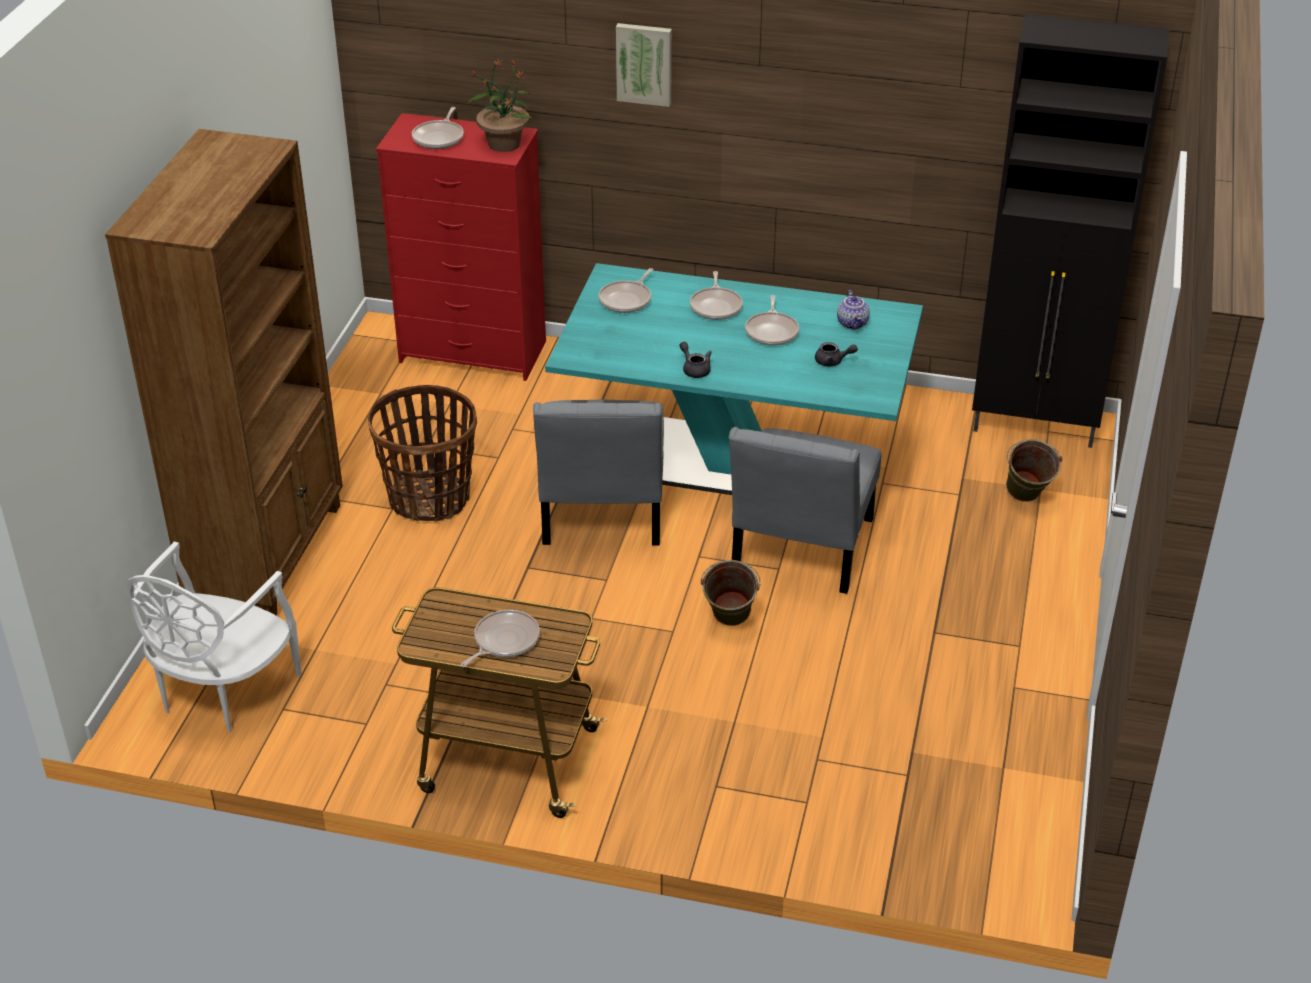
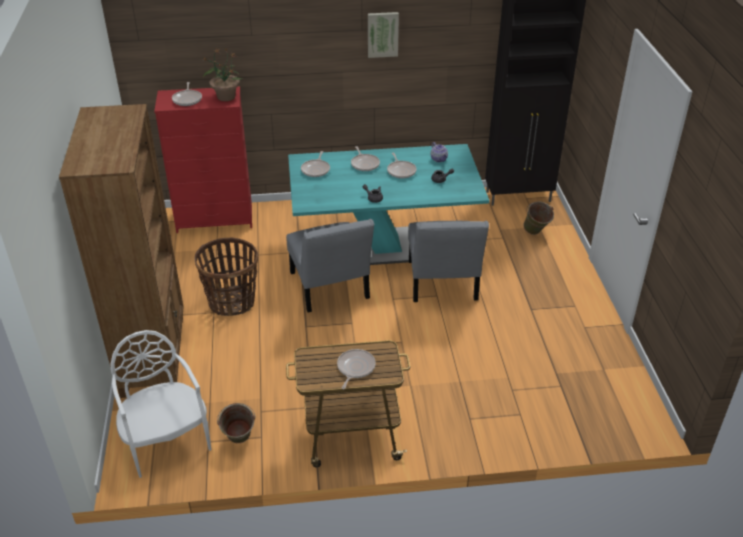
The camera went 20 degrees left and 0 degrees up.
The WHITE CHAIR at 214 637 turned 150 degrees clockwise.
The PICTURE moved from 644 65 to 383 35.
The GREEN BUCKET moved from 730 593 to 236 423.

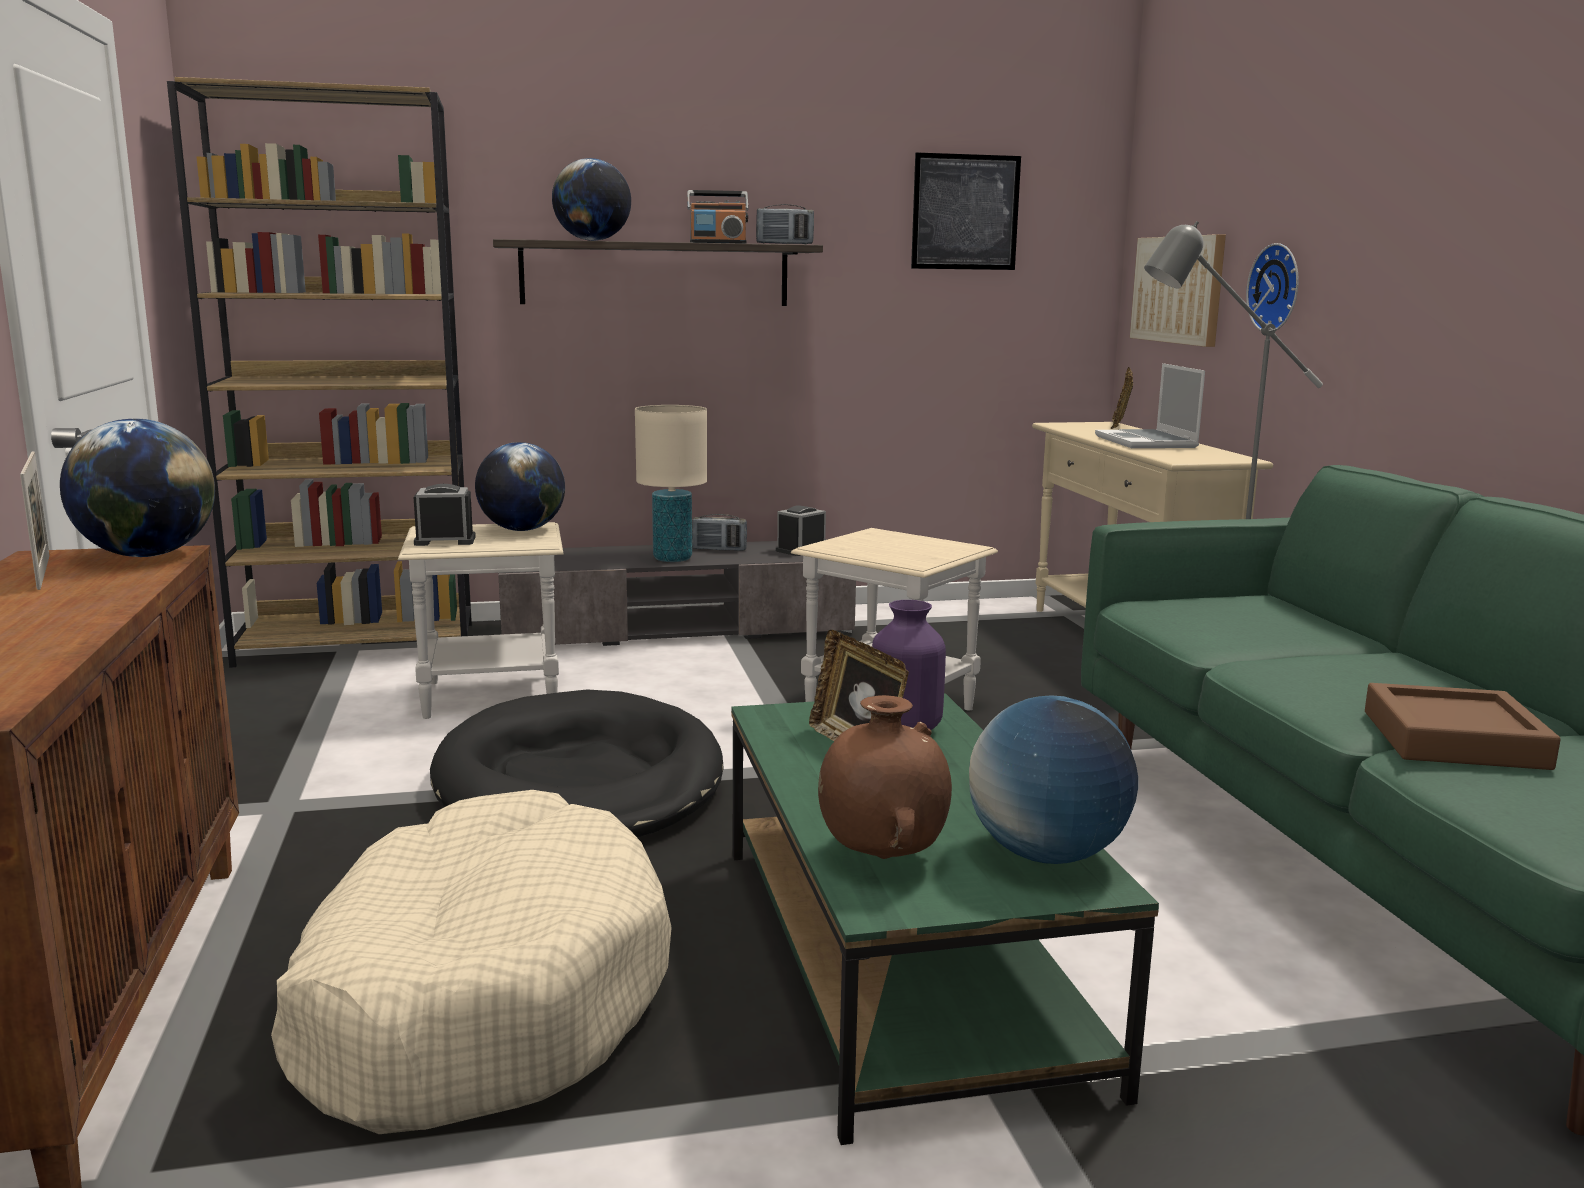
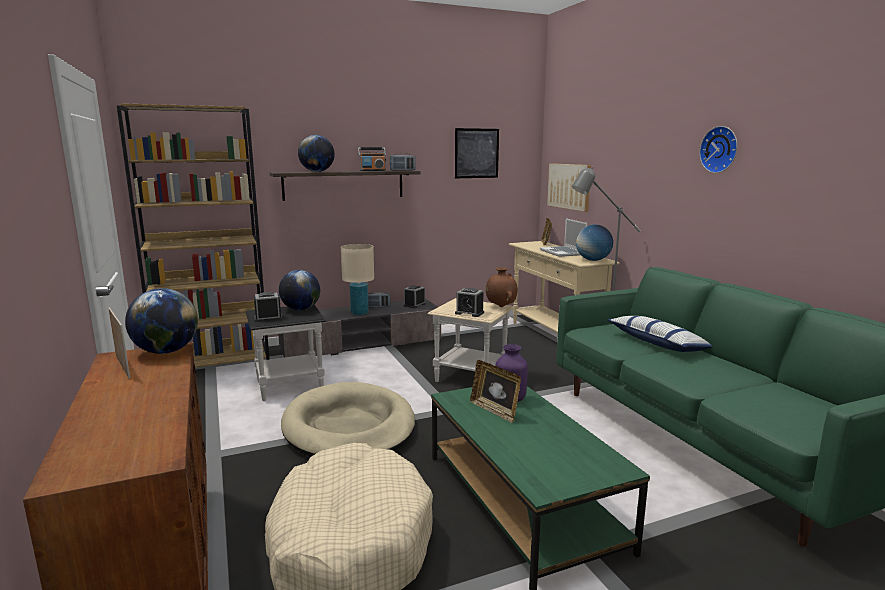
The camera went 10 degrees left and 0 degrees up.
The BEIGE SIDE TABLE at 481 620 became the BLACK SIDE TABLE at 286 353.
The BLACK DOG BED at 577 763 became the BEIGE DOG BED at 348 419.
The BROWN VASE moved from 885 777 to 502 287.
The GLOBE moved from 1053 779 to 594 242.
The WALL CLOCK moved from 1272 287 to 718 149.
The BROWN TRAY at 1463 726 disappeared.
The ALARM CLOCK at 469 302 appeared.
The PILLOW at 660 334 appeared.

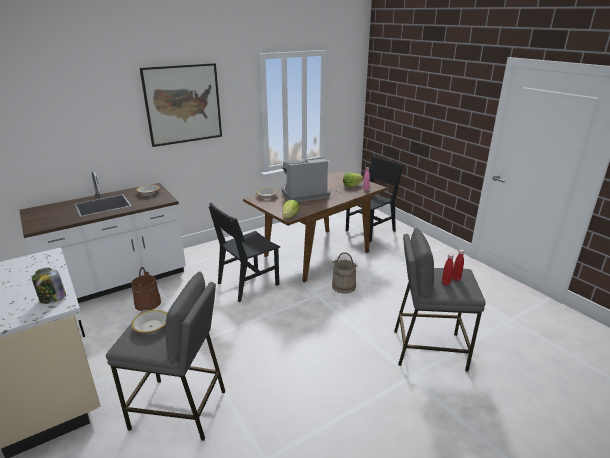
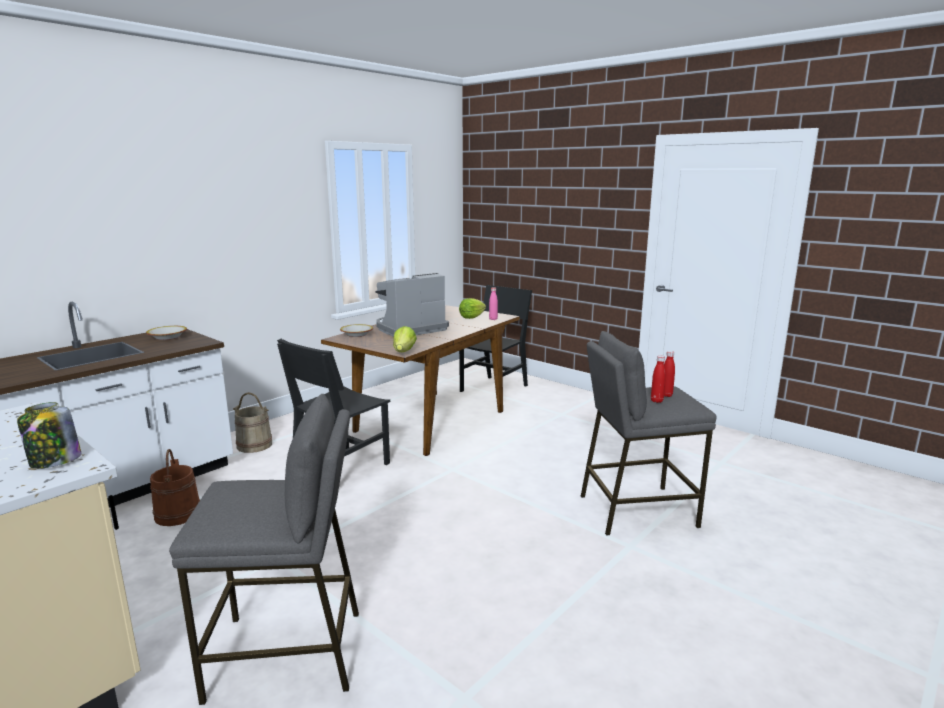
The camera went 15 degrees left and 10 degrees down.
The BOWL at 149 321 disappeared.
The PICTURE at 181 105 disappeared.
The BEIGE BUCKET moved from 345 273 to 252 422.

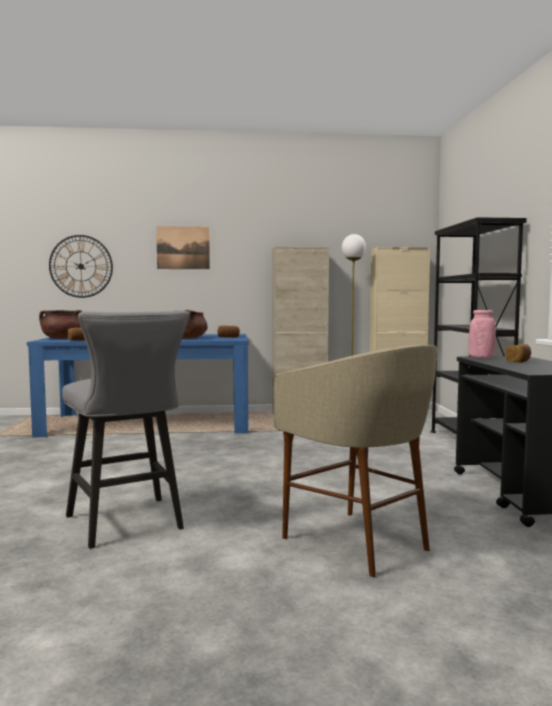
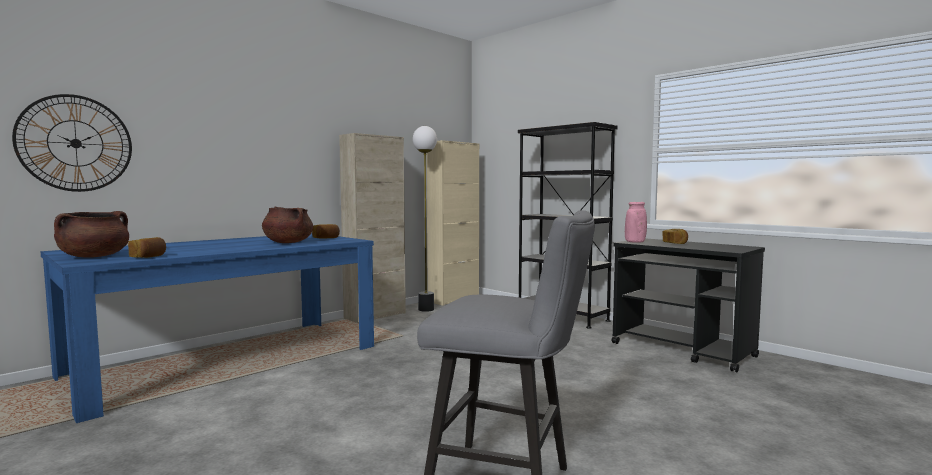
The camera went 40 degrees left and 0 degrees up.
The PICTURE at 183 247 disappeared.
The BEIGE STOOL at 355 461 disappeared.

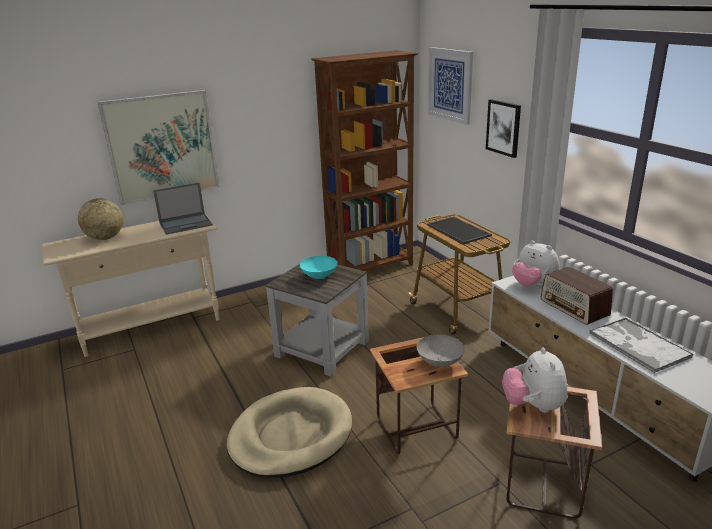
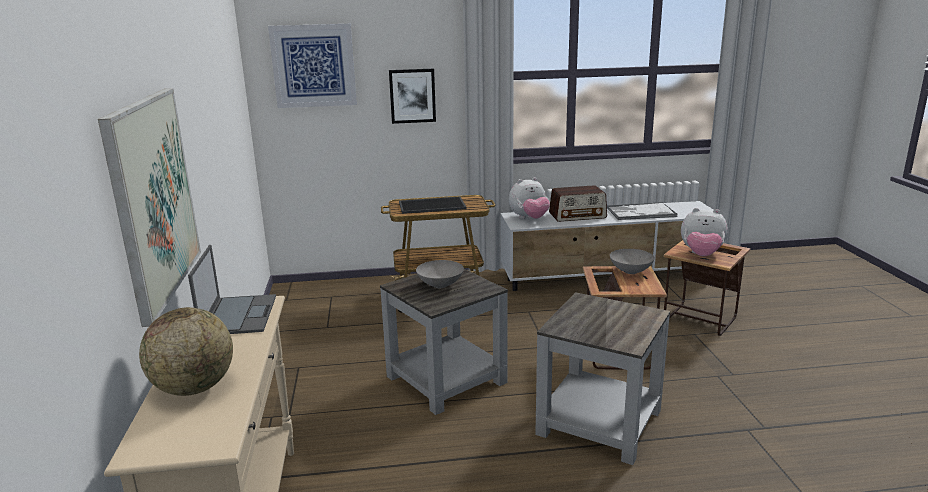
The camera went 70 degrees left and 5 degrees down.
The BEIGE DOG BED at 289 432 was replaced by the GREY SIDE TABLE at 602 378.
The TURQUOISE BOWL at 318 267 became the GREY BOWL at 440 274.
The BROWN BOOKCASE at 365 160 disappeared.

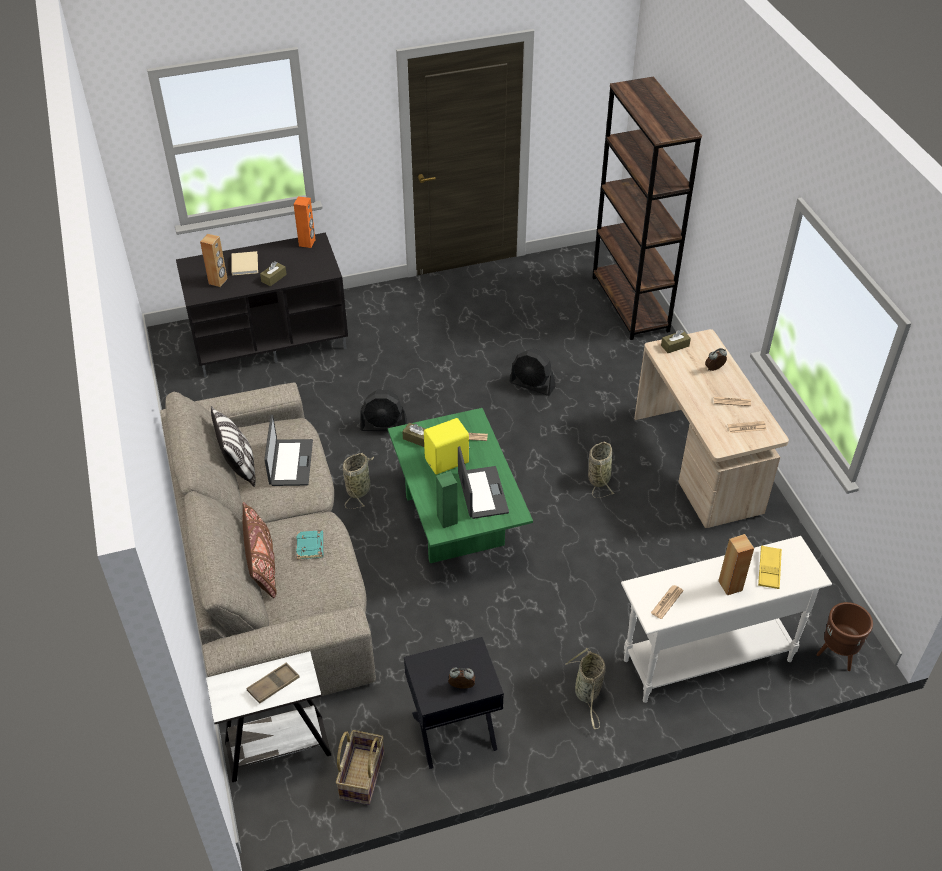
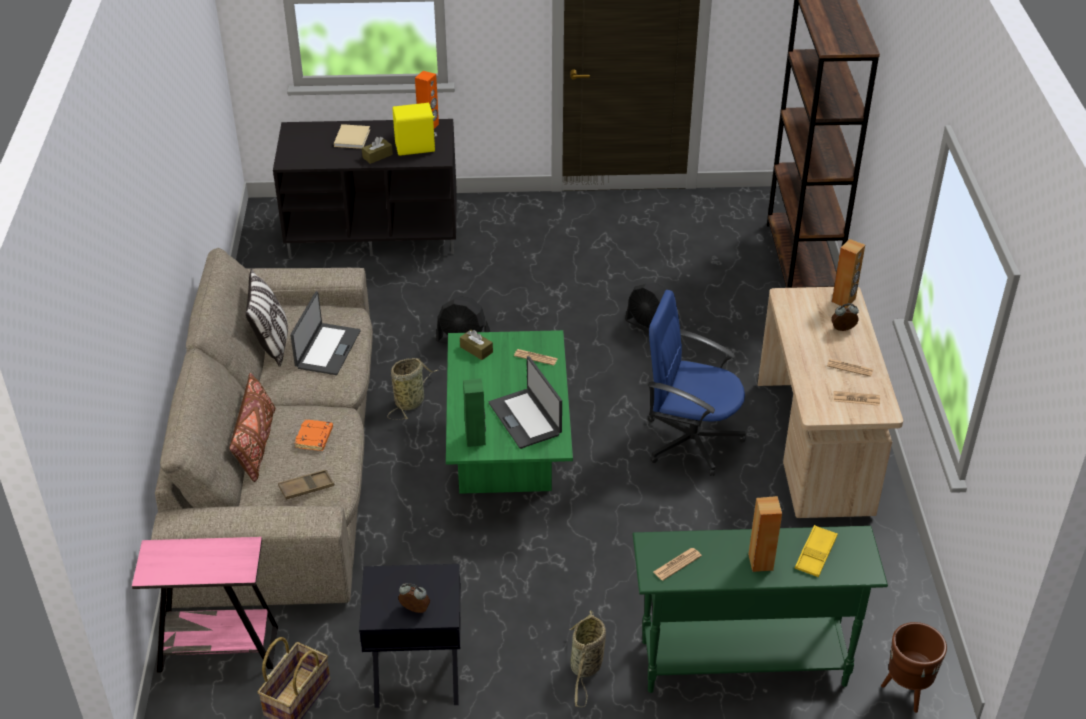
The camera went 15 degrees right and 5 degrees down.
The BROWN SPEAKER moved from 214 260 to 848 273.
The WHITE SIDE TABLE at 268 716 became the PINK SIDE TABLE at 205 605.
The BROWN TRAY moved from 273 683 to 306 485.
The TURQUOISE BOOK at 309 544 became the ORANGE BOOK at 313 435.
The YELLOW SPEAKER moved from 447 446 to 414 129.
The LAPTOP at 483 482 turned 150 degrees clockwise.
The BASKET at 601 469 was replaced by the BLUE OFFICE CHAIR at 697 383.
The WHITE CONSOLE TABLE at 726 619 became the GREEN CONSOLE TABLE at 760 609.
The BROWN TISSUE BOX at 676 341 disappeared.

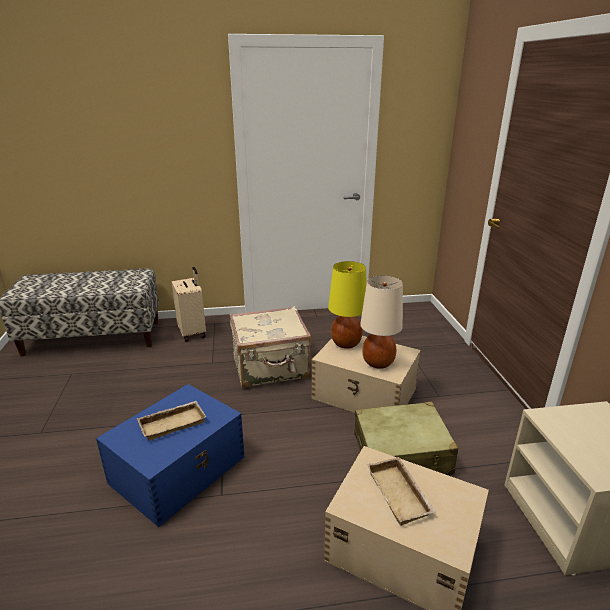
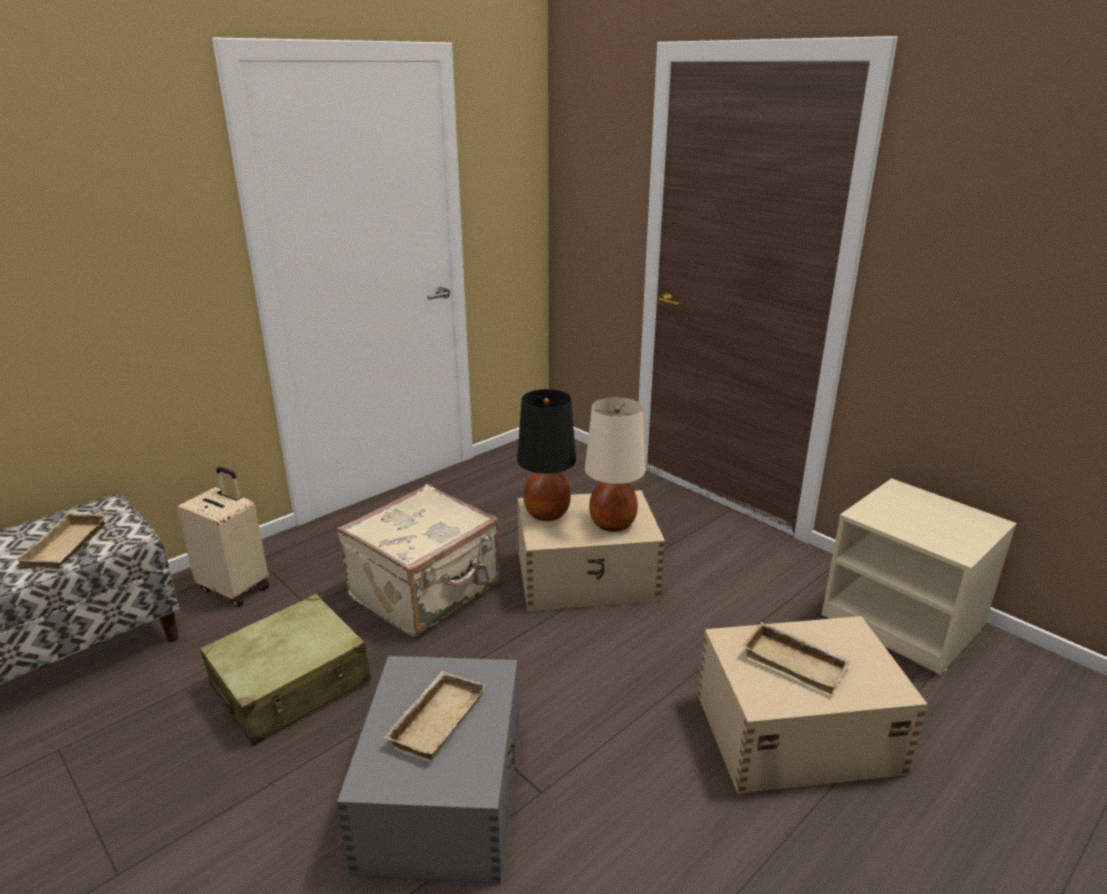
The camera went 35 degrees left and 0 degrees up.
The BLUE STORAGE BOX at 170 455 became the GREY STORAGE BOX at 428 770.
The YELLOW TABLE LAMP at 347 305 became the BLACK TABLE LAMP at 546 455.
The BEIGE SUITCASE moved from 406 438 to 285 670.
The BEIGE TRAY at 62 540 appeared.

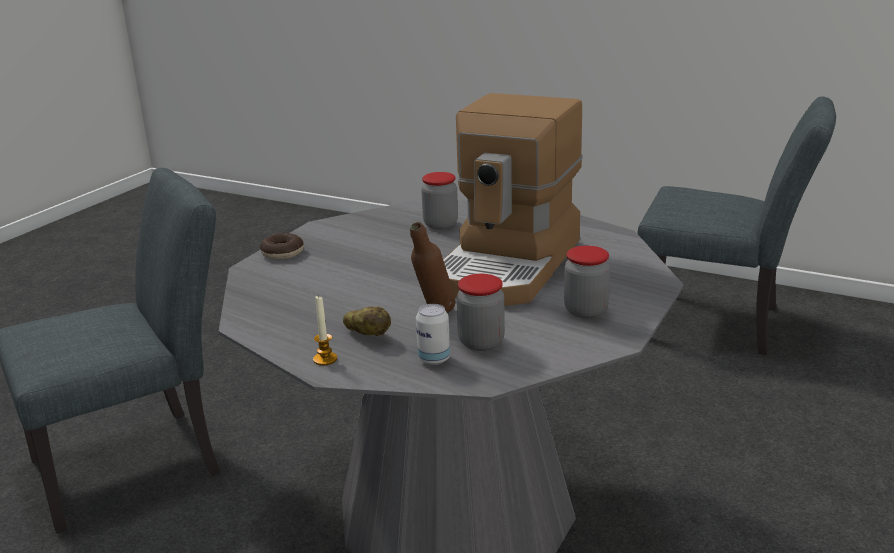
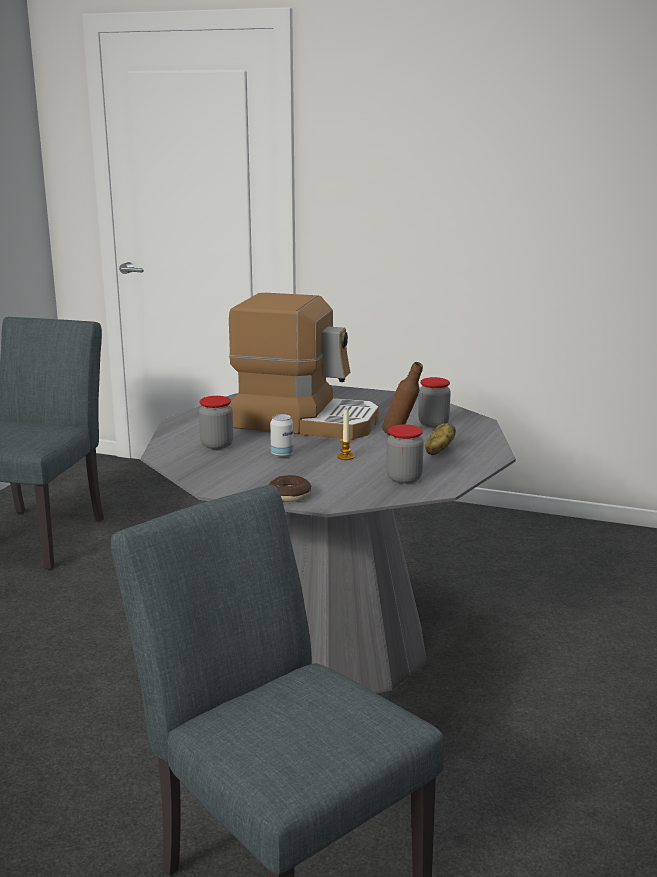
The camera went 100 degrees left and 5 degrees down.
The CANDLE moved from 325 330 to 345 434.
The CAN moved from 433 334 to 282 436.
The JAR moved from 587 282 to 405 454.

